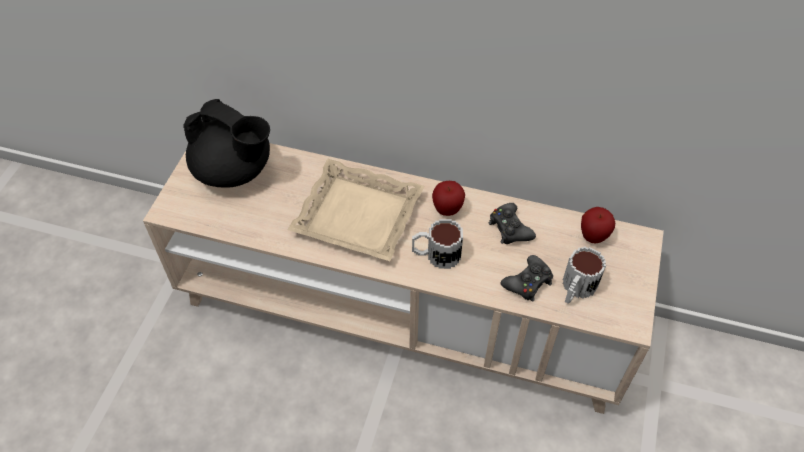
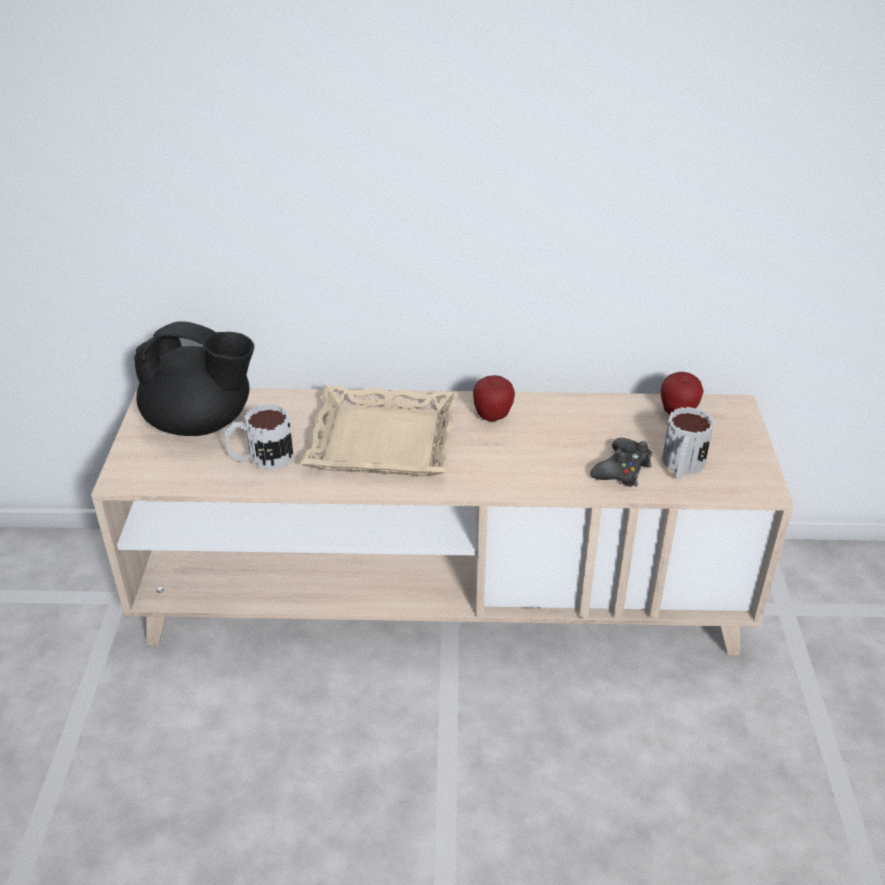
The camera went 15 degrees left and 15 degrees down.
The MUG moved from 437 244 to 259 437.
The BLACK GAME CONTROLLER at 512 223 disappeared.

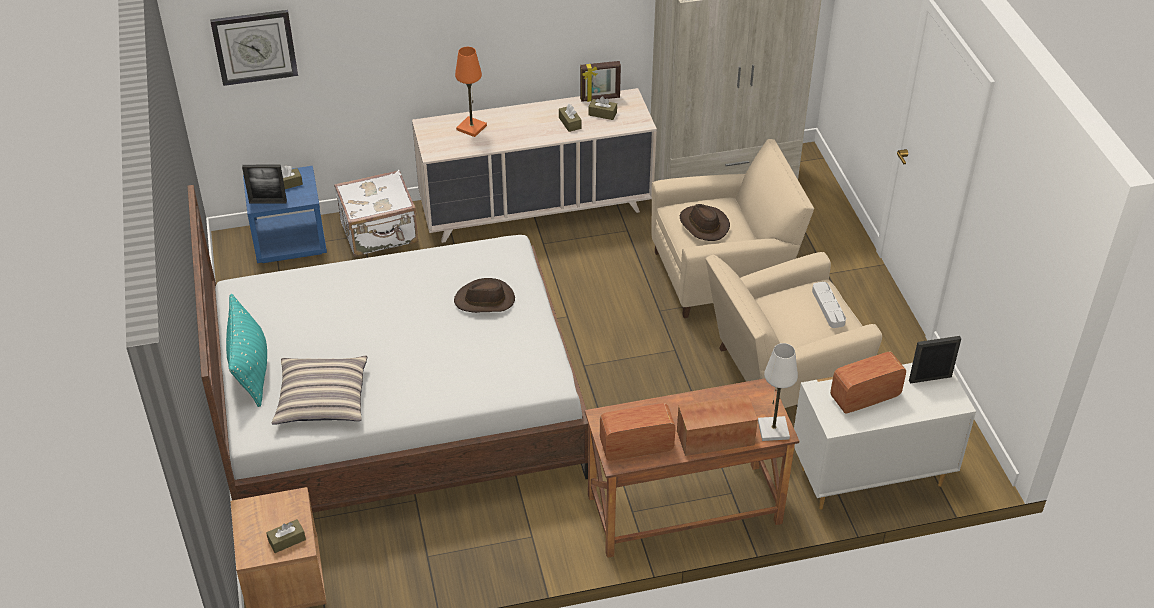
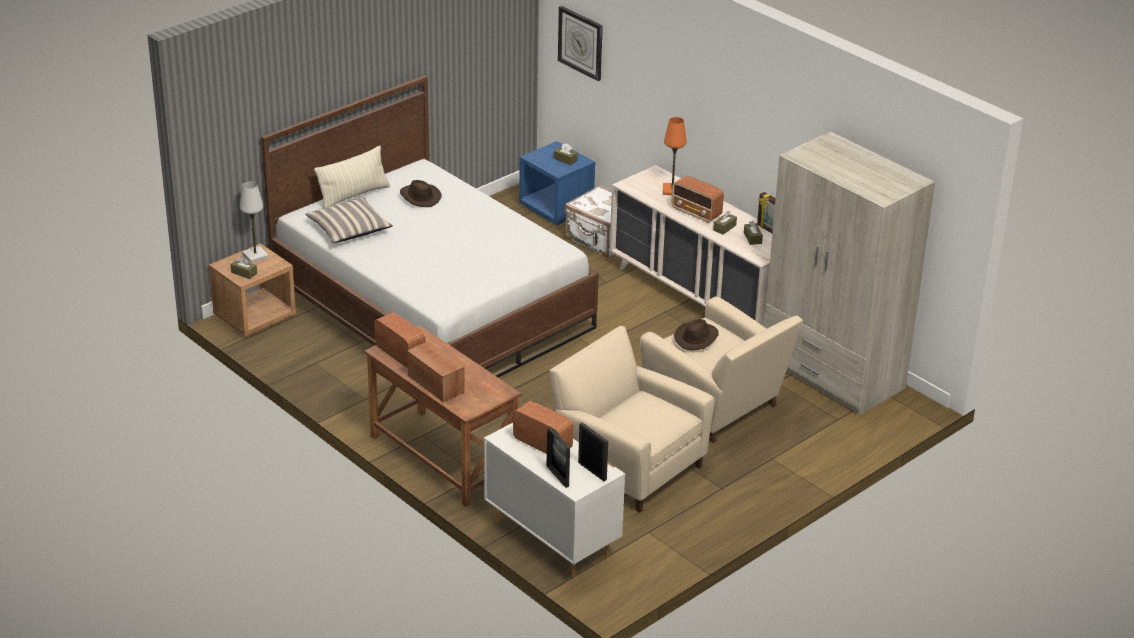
The camera went 60 degrees right and 10 degrees down.
The TURQUOISE PILLOW at 246 350 became the BEIGE PILLOW at 352 177.
The PICTURE FRAME moved from 264 184 to 558 457.
The BROWN HAT moved from 484 295 to 421 193.
The WHITE TABLE LAMP moved from 778 392 to 254 222.
The GREY TRAY at 829 305 disappeared.
The RADIO at 697 199 appeared.

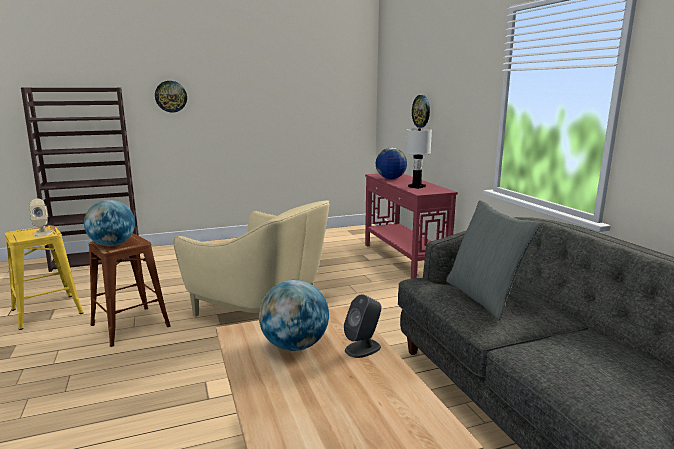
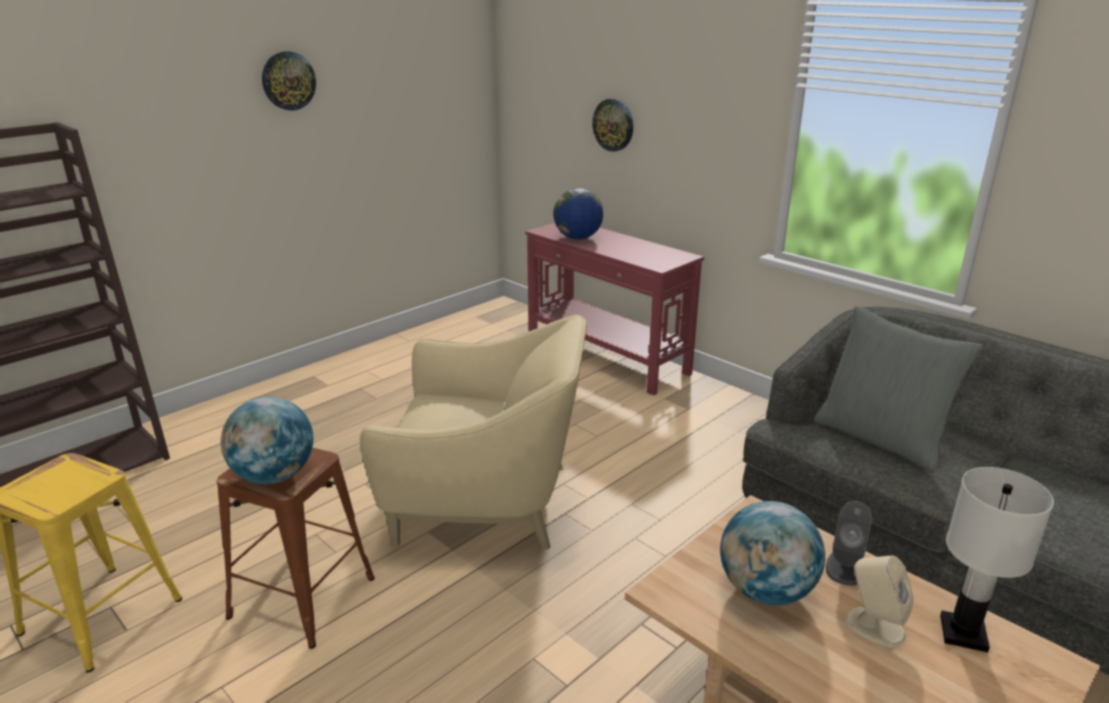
The camera went 25 degrees left and 10 degrees up.
The BEIGE SPEAKER moved from 41 218 to 879 602.
The WALL CLOCK moved from 171 96 to 289 81.
The WHITE TABLE LAMP moved from 419 158 to 997 559.

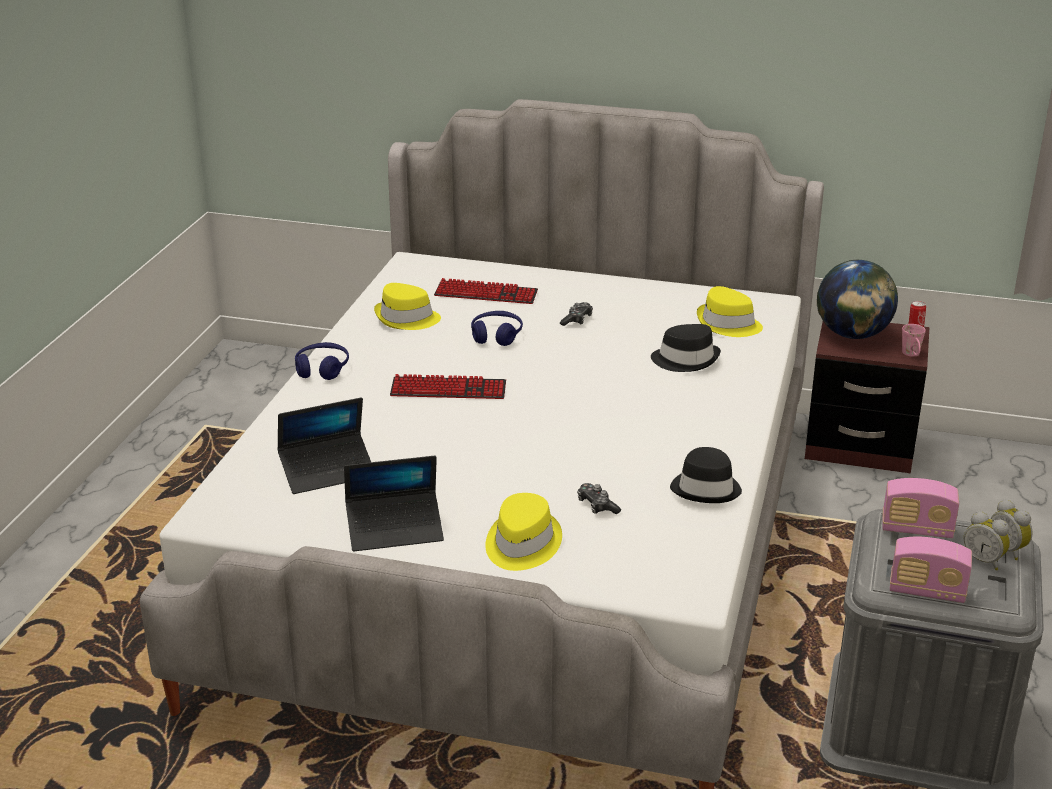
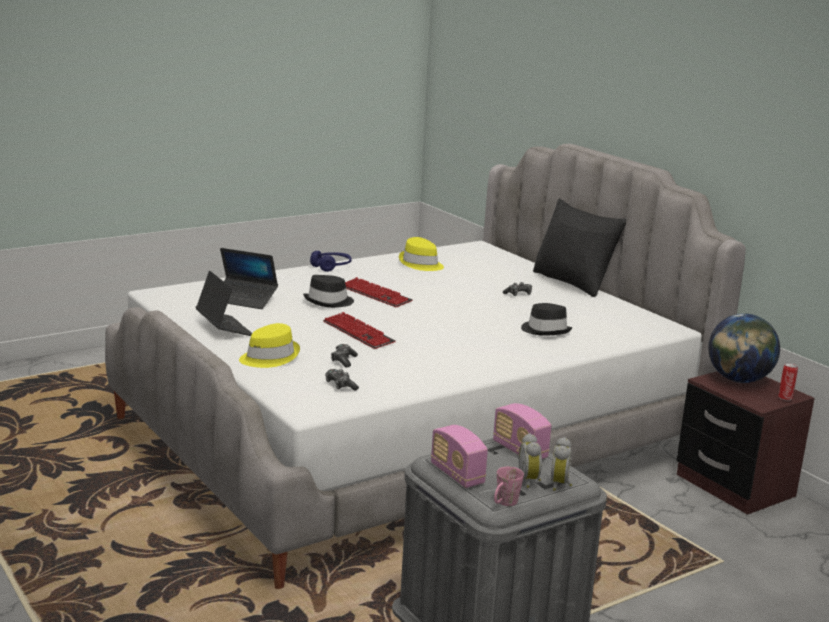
The camera went 40 degrees right and 10 degrees down.
The LAPTOP at 394 503 turned 150 degrees counterclockwise.
The KEYBOARD moved from 486 291 to 359 330.
The BLUE HEADPHONES at 497 328 disappeared.
The BLACK HAT moved from 706 475 to 328 291.
The YELLOW HAT at 730 311 disappeared.
The PINK MUG moved from 914 340 to 509 486.
The GAME CONTROLLER at 342 380 appeared.
The BLACK PILLOW at 579 248 appeared.

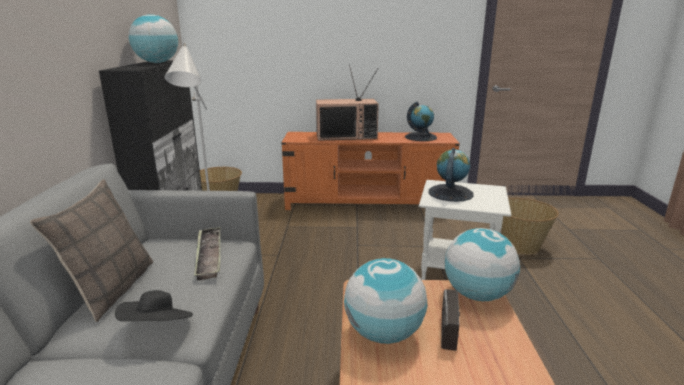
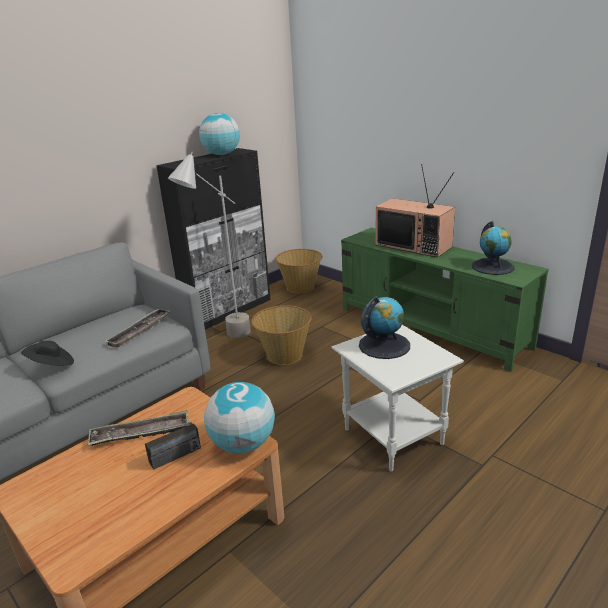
The camera went 45 degrees right and 5 degrees up.
The PILLOW at 91 250 disappeared.
The ORANGE TV STAND at 370 171 became the GREEN TV STAND at 445 300.
The GLOBE at 385 301 was replaced by the TRAY at 138 428.
The BASKET moved from 530 226 to 281 335.

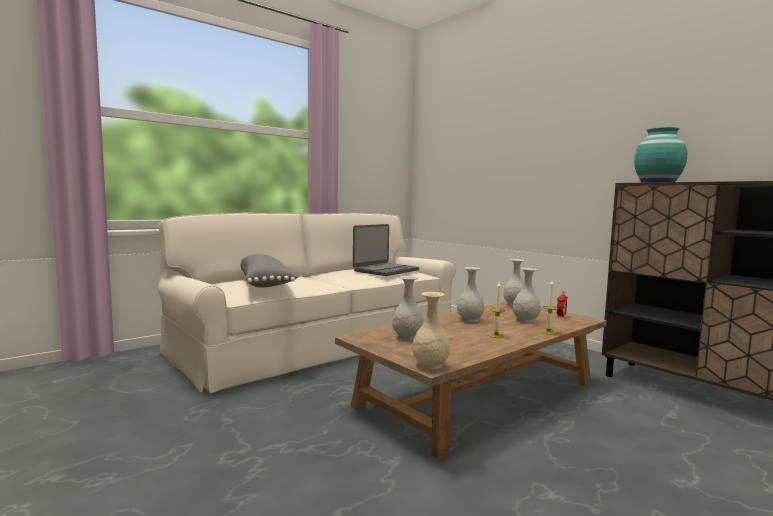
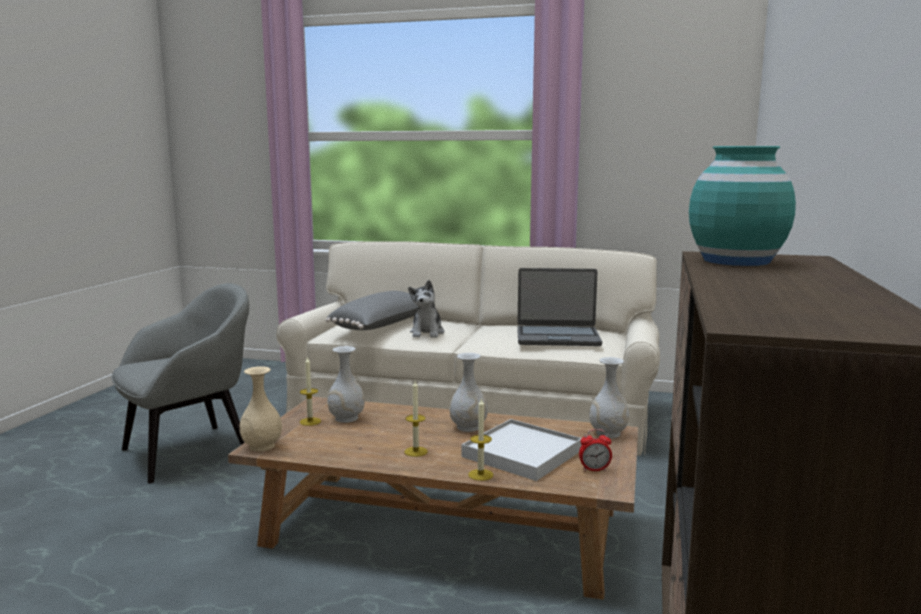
The camera went 55 degrees right and 5 degrees up.
The WHITE VASE at 527 295 was replaced by the WHITE TRAY at 522 450.
The GREY ARMCHAIR at 180 383 appeared.
The CANDLE at 310 391 appeared.
The PLUSH TOY at 426 309 appeared.

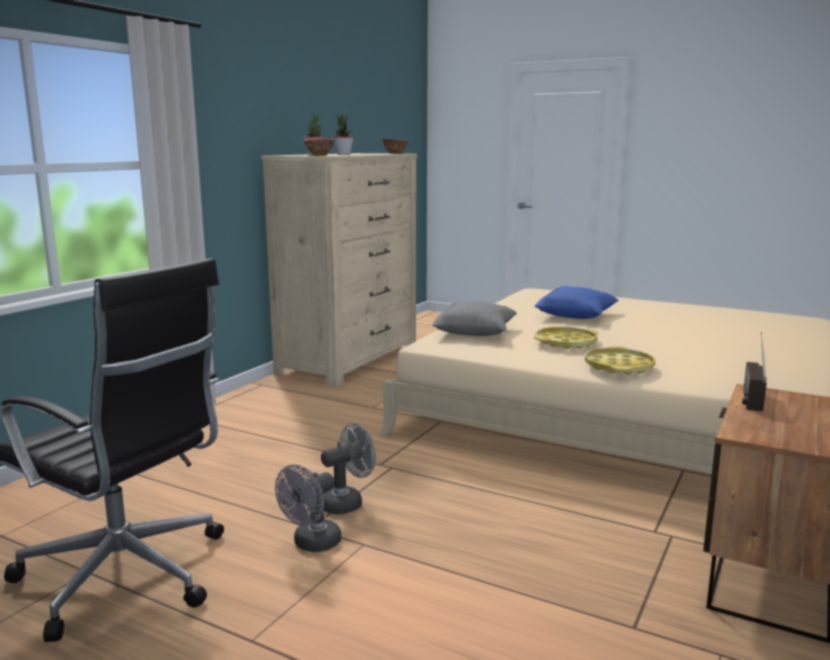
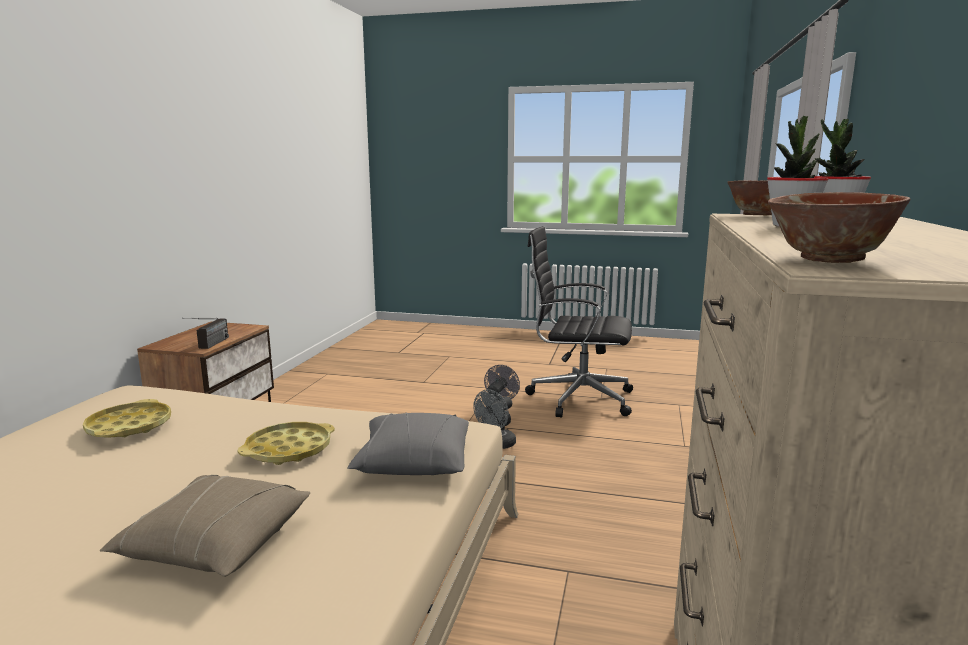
The camera went 165 degrees right and 0 degrees up.
The BLUE PILLOW at 576 302 became the BEIGE PILLOW at 205 526.
The YELLOW TRAY moved from 620 360 to 127 418.

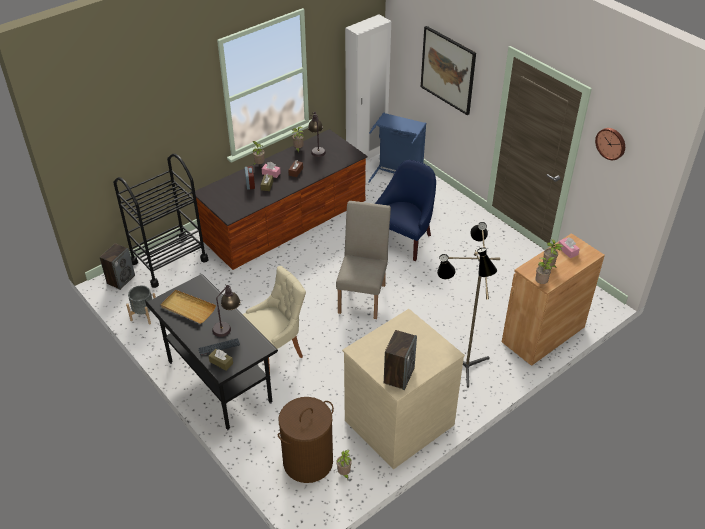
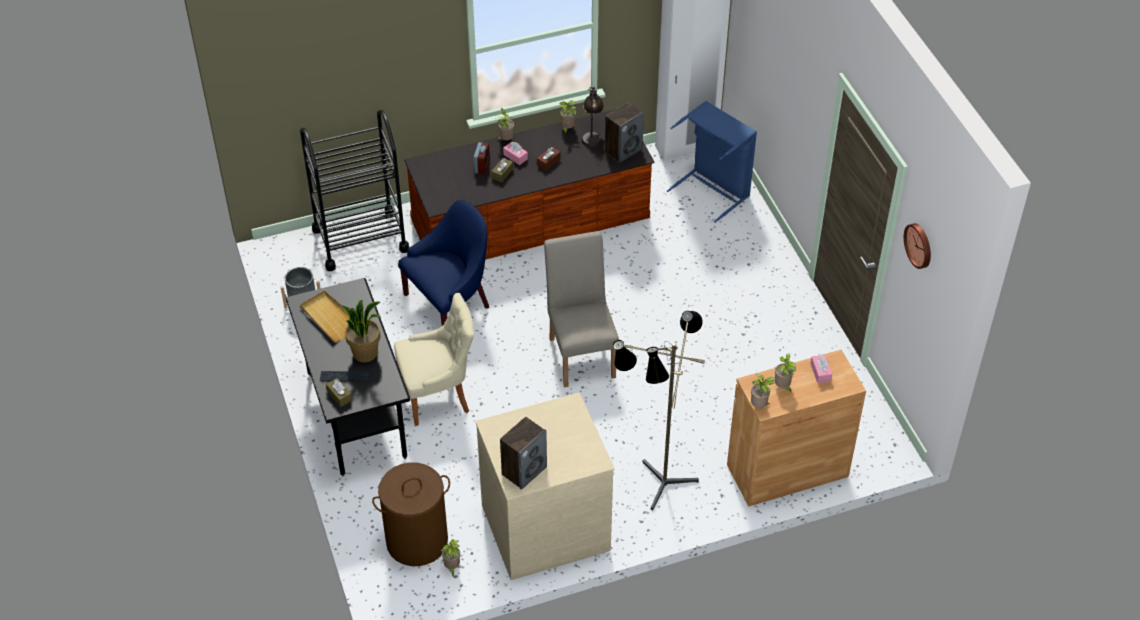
The camera went 20 degrees right and 5 degrees up.
The SPEAKER moved from 117 266 to 624 132.
The TABLE LAMP at 226 310 was replaced by the POTTED PLANT at 360 331.
The BEIGE CHAIR at 363 260 turned 45 degrees counterclockwise.
The BLUE ARMCHAIR moved from 405 210 to 443 263.
The PICTURE at 448 70 disappeared.

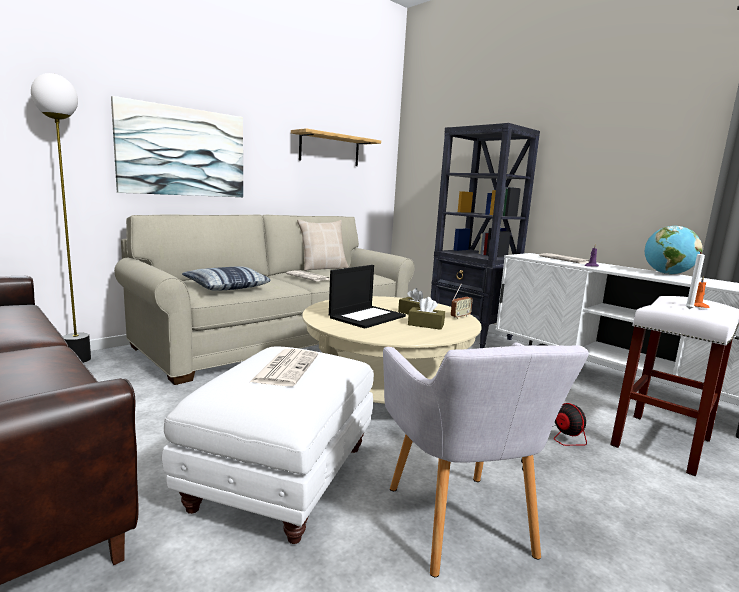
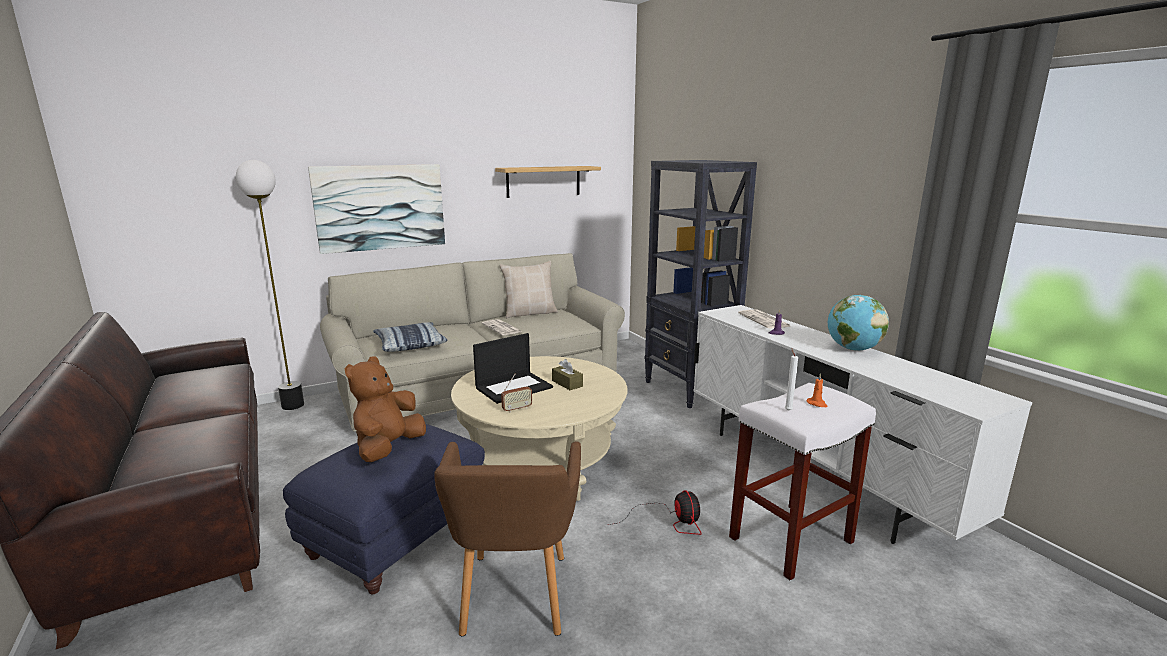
The camera went 15 degrees right and 5 degrees up.
The WHITE OTTOMAN at 268 445 became the BLUE OTTOMAN at 384 509.
The NEWSPAPER at 284 367 was replaced by the BROWN PLUSH TOY at 385 409.
The GREY ARMCHAIR at 486 459 became the BROWN ARMCHAIR at 507 538.
The BROWN TISSUE BOX at 426 313 disappeared.
The RADIO moved from 462 301 to 516 393.

